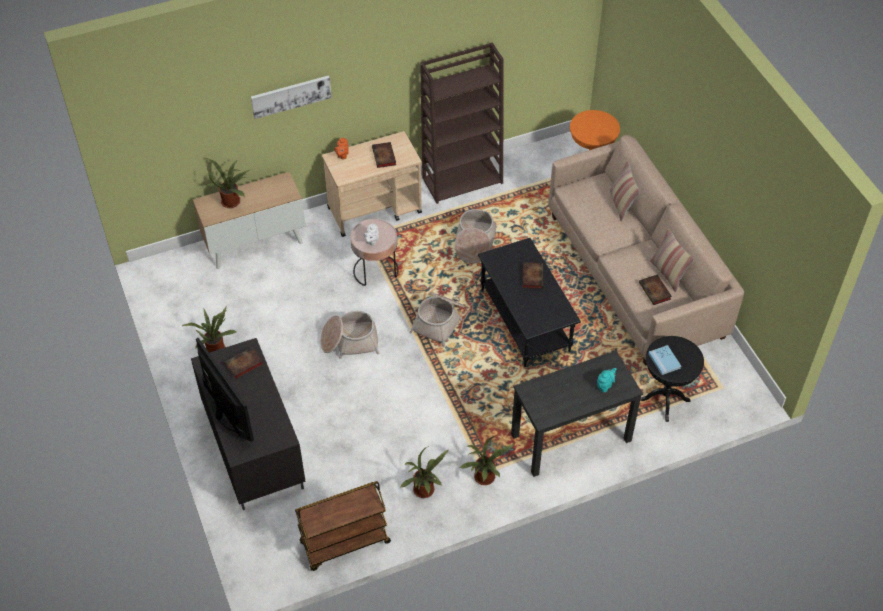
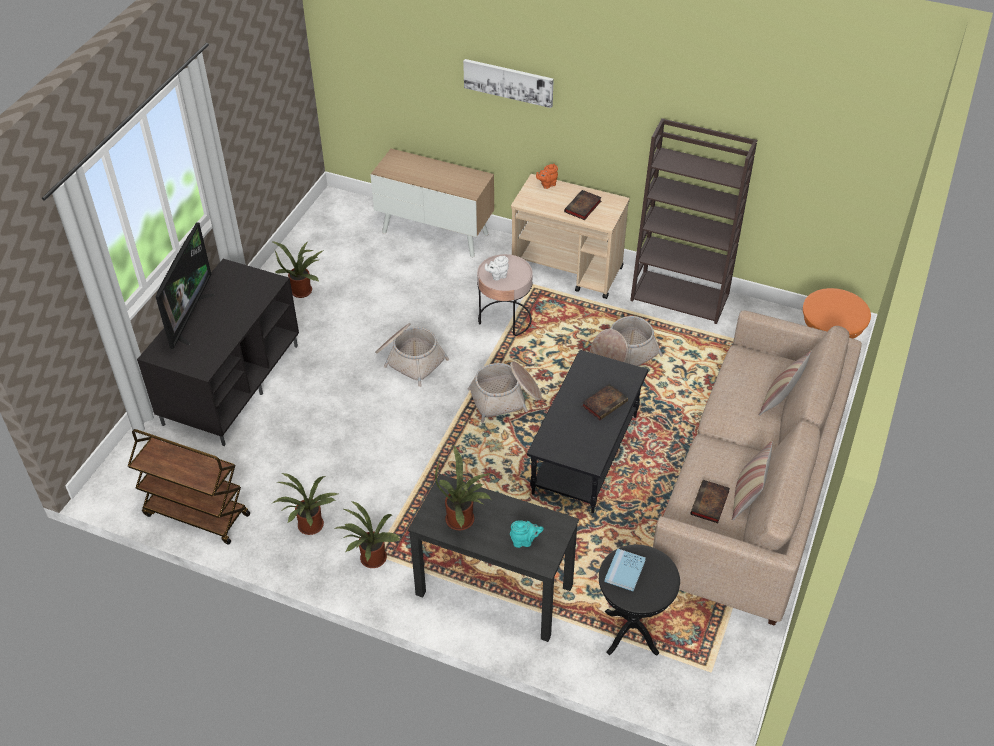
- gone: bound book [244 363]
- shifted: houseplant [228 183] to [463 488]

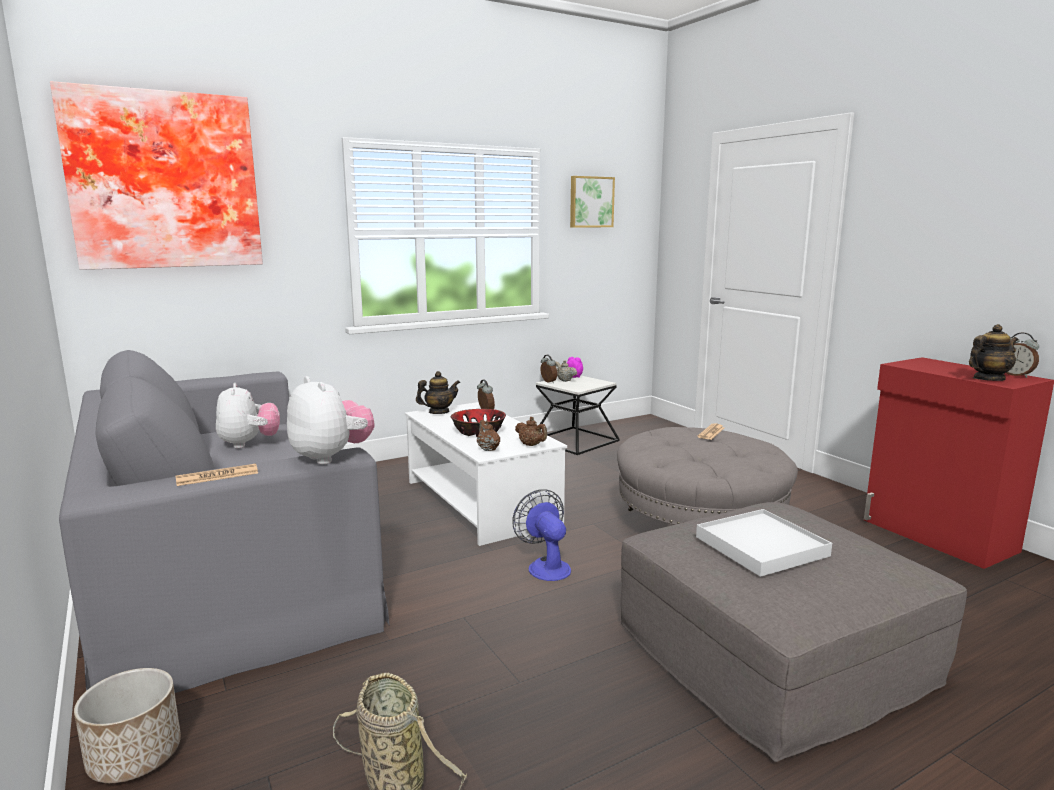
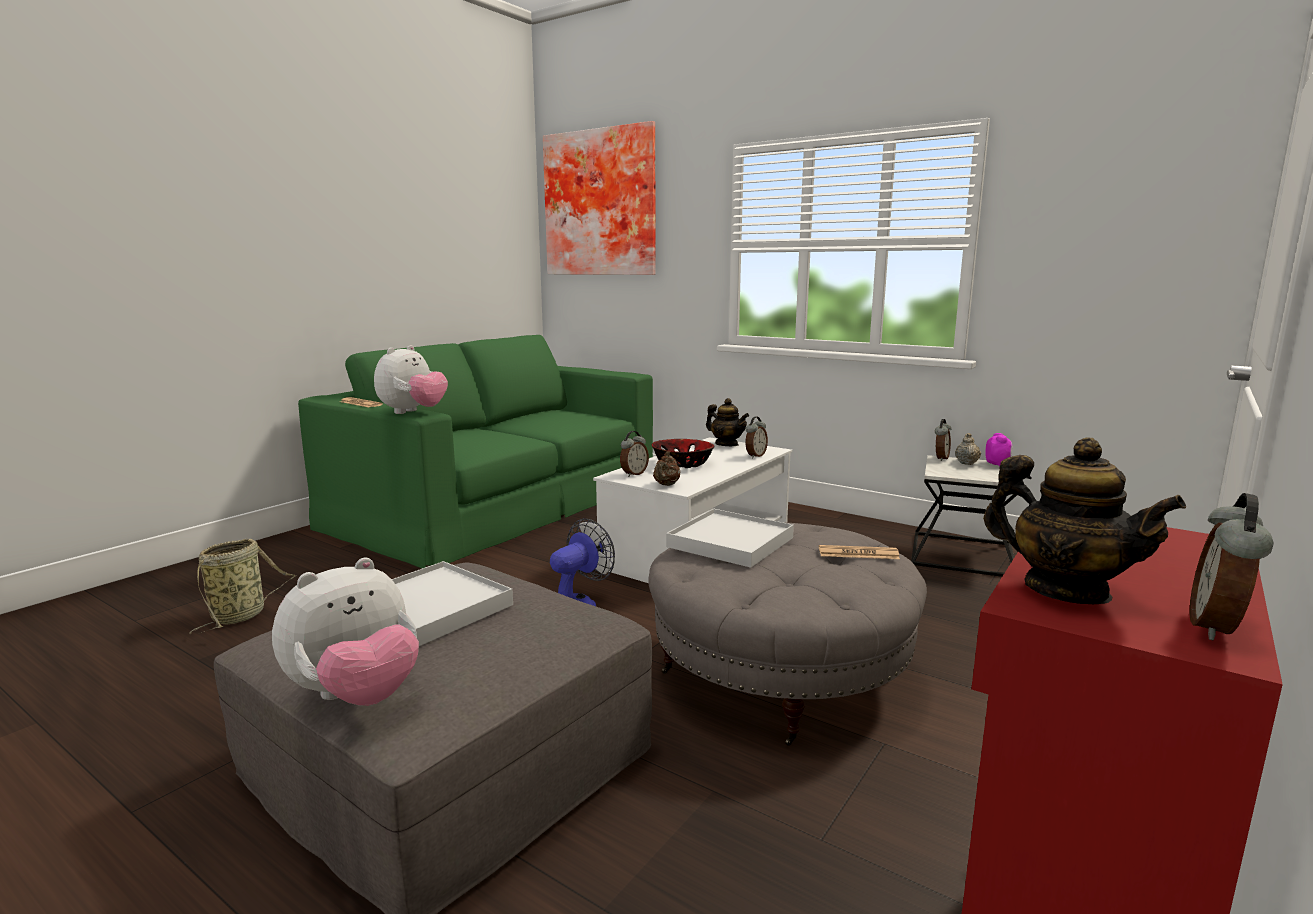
- gone: planter [127 725]
- gone: wall picture [592 202]
- new: whitish carrying tray [730 538]
- shifted: plush toy [248 415] to [345 632]
- swapped: brownish pot for tea [488 435] to bedside clock [634 454]
- repainted: gray settee [224 521] to greenish settee [475 451]

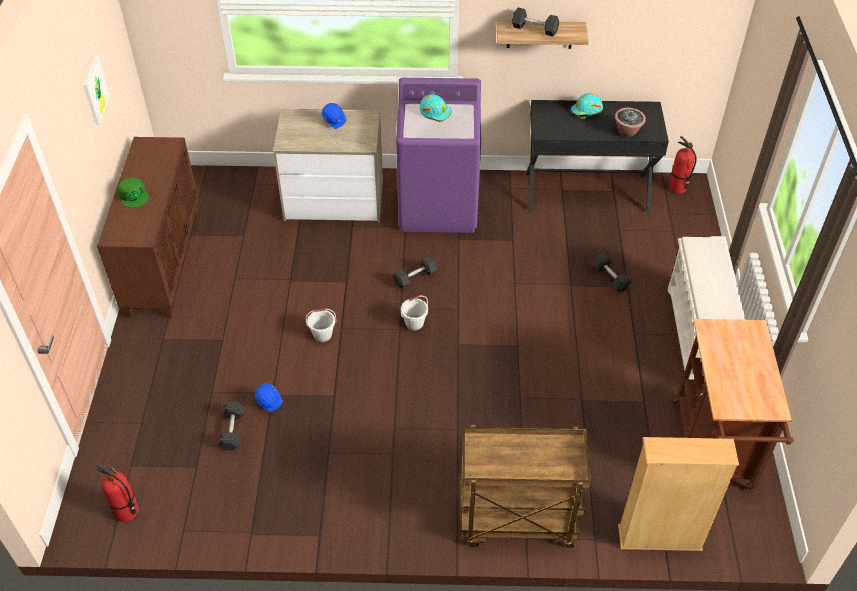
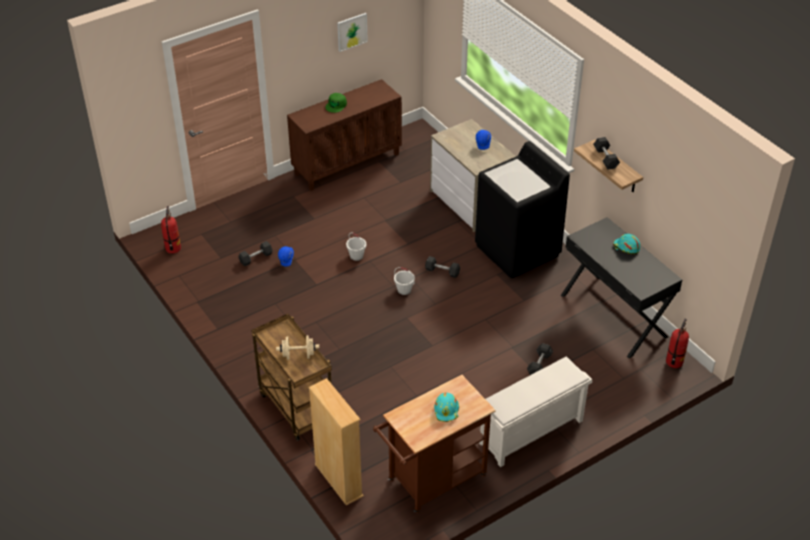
- gone: houseplant [630 122]
- new: sand-coloured free weight [297 347]
- shifted: blue-green work helmet [436 108] to [446 407]
- repainted: purple-coloured laundry appliance [438 155] to black laundry appliance [522 209]

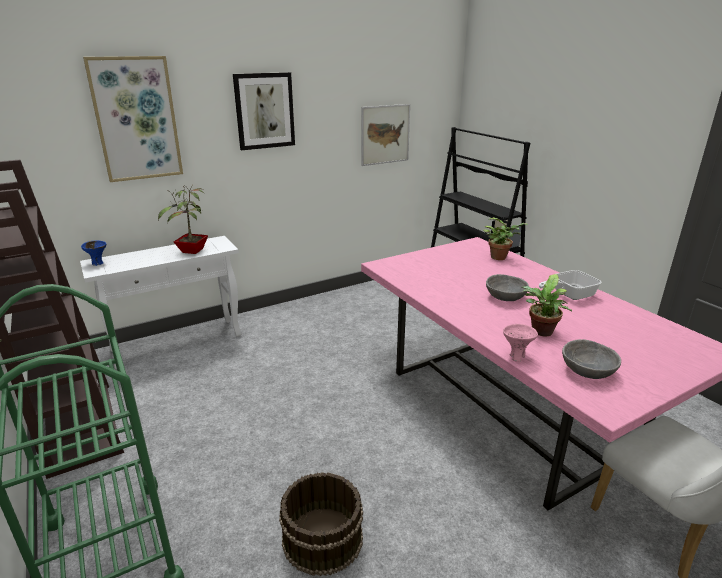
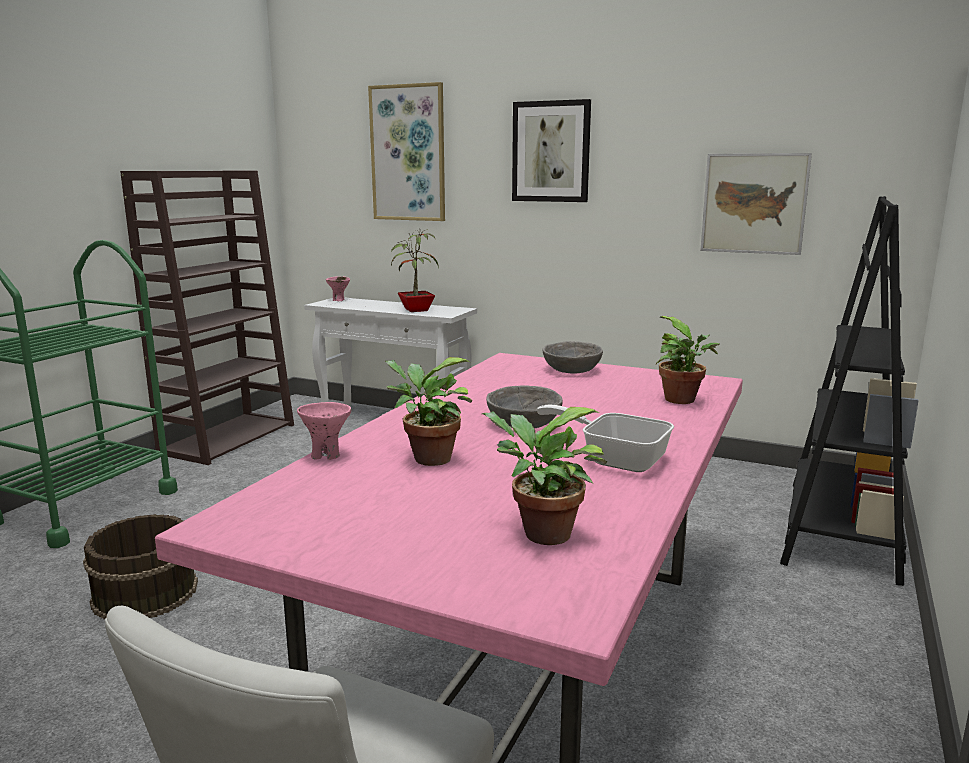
- new: houseplant [544 476]
- shifted: gray serving bowl [591 359] to [572 357]
- repainted: blue-coloured serving bowl [93 253] to pinkish serving bowl [338 288]

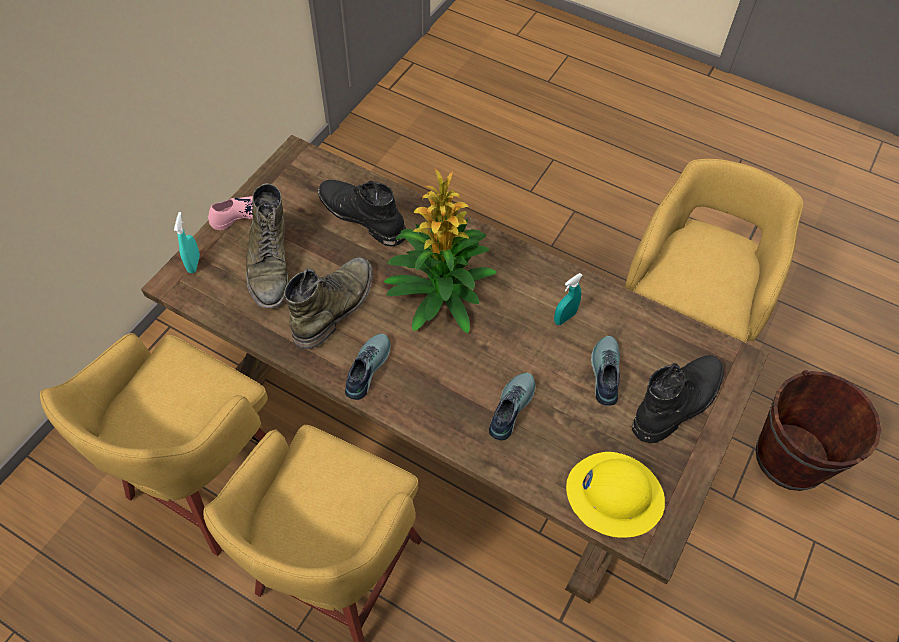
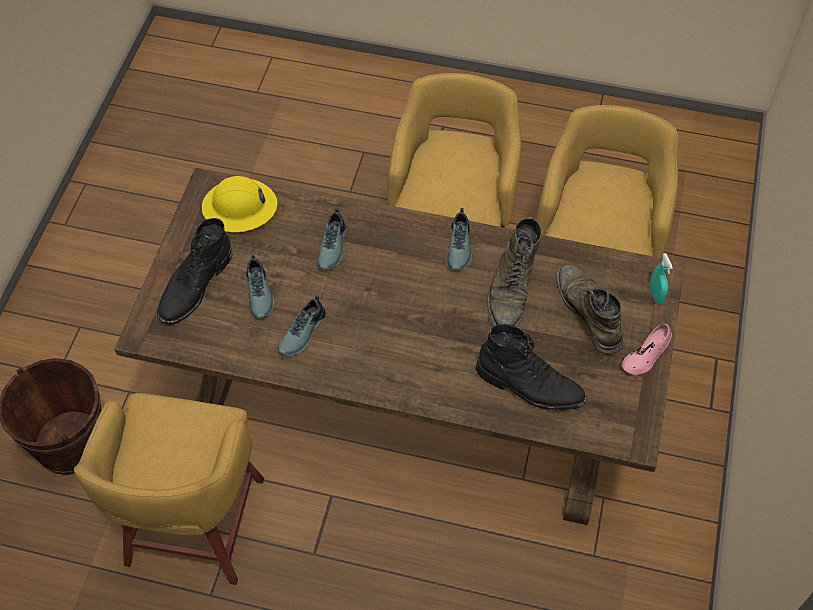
- gone: houseplant [440 250]
- swapped: blue-green hand sprayer [568 299] to item of footwear [301 325]

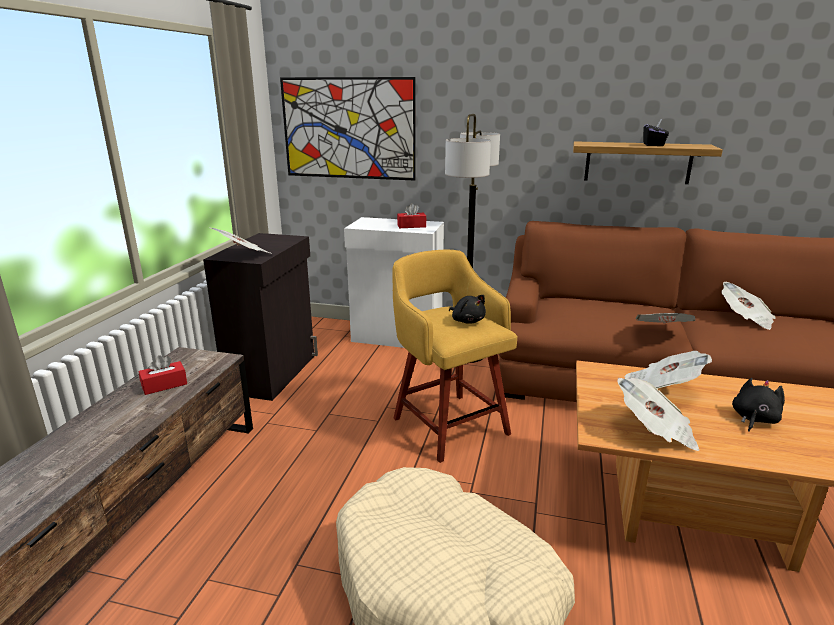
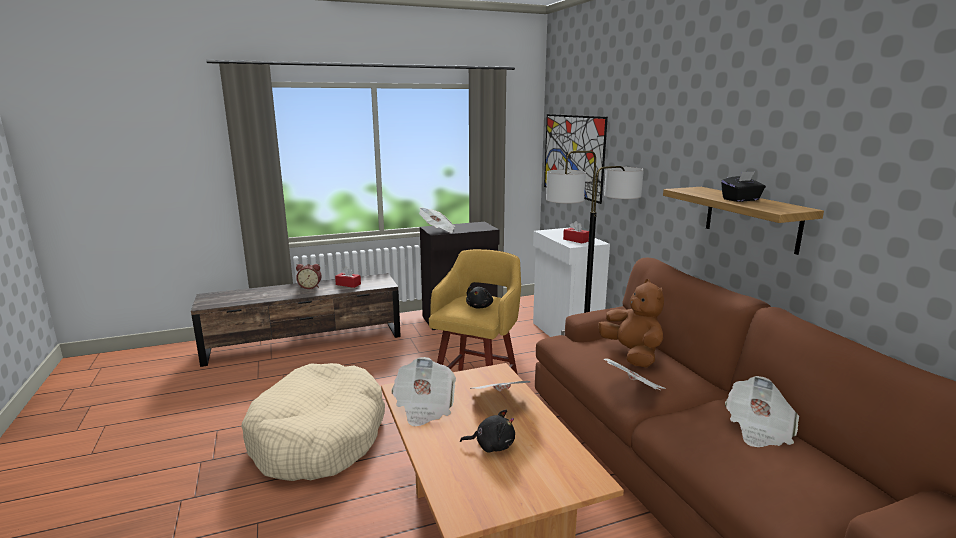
- new: bedside clock [309 276]
- new: brownish plush toy [631 323]

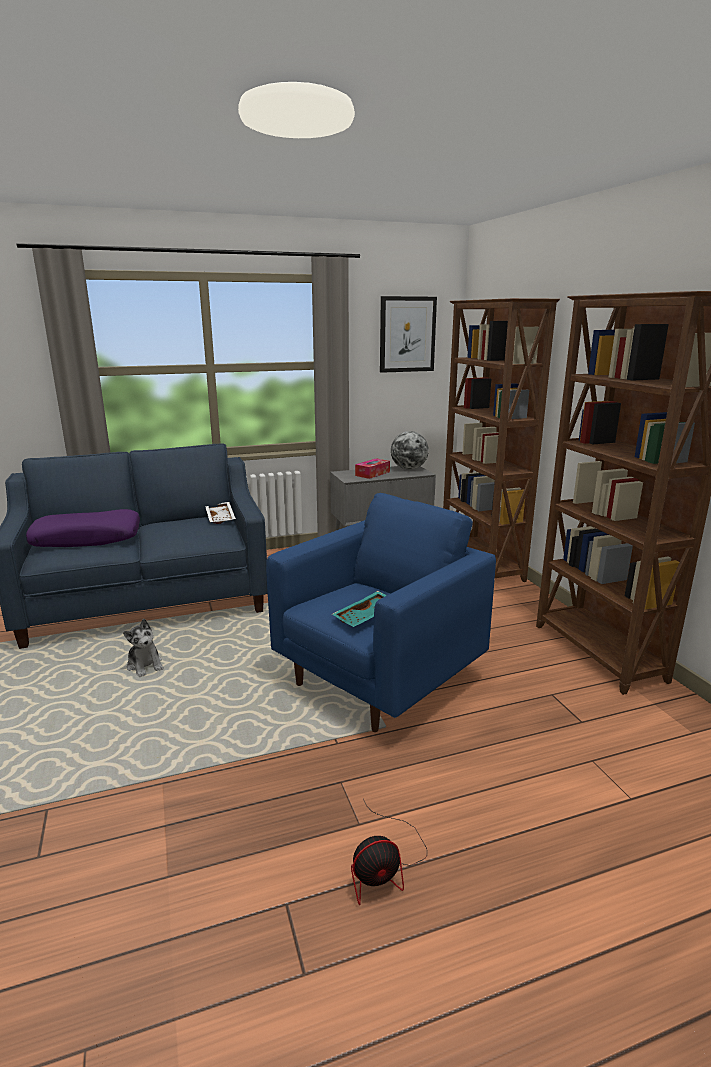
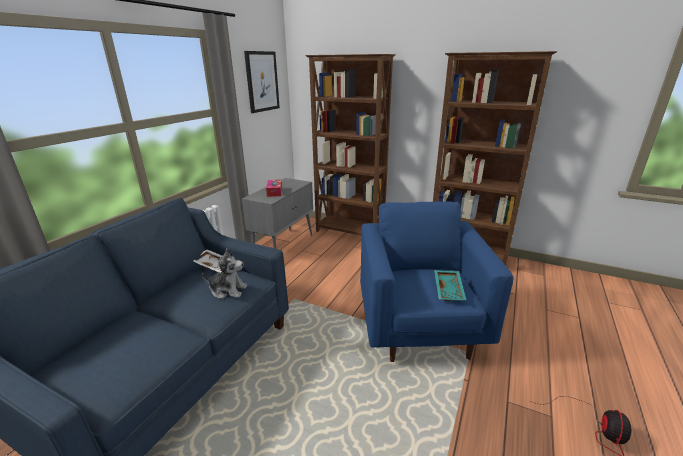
- gone: purple-coloured throw pillow [83 528]
- gone: globe [410 450]
- shifted: plush toy [143 648] to [224 274]

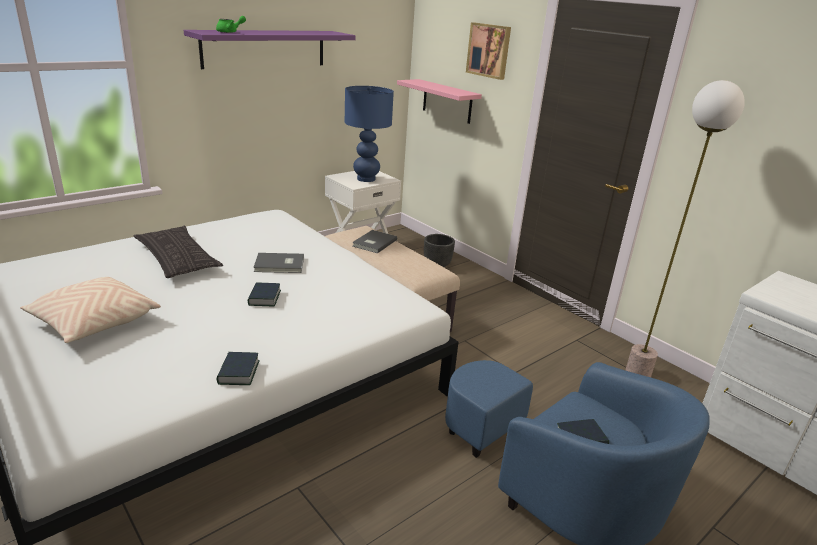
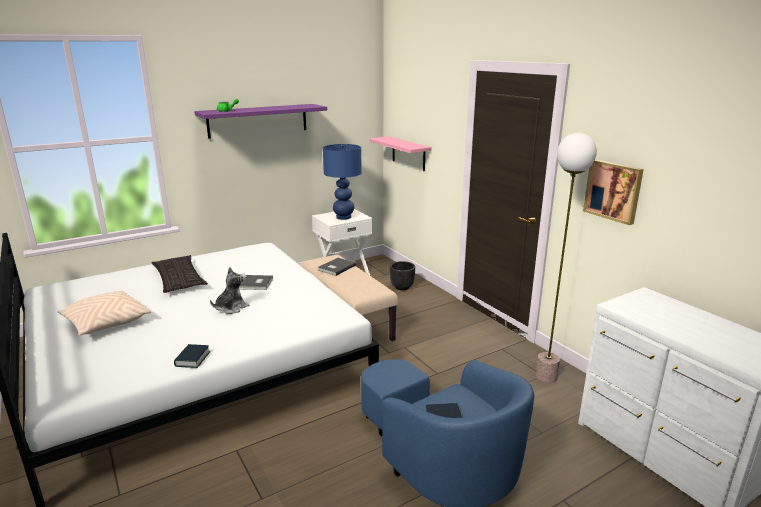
- shifted: wall picture [488 51] to [613 192]
- swapped: bound book [264 294] to plush toy [229 290]

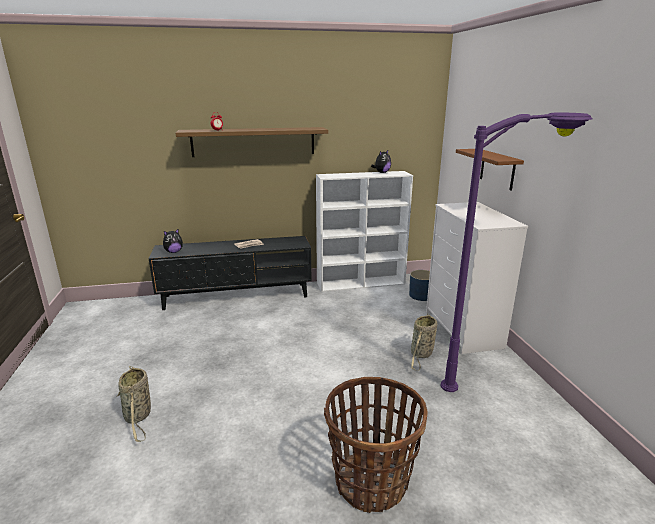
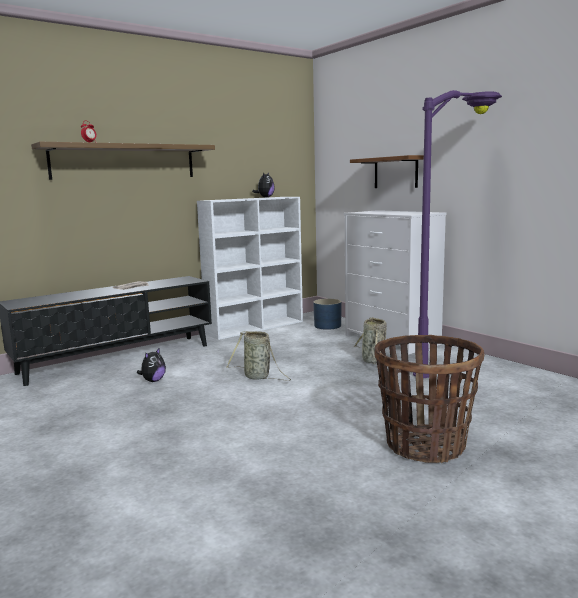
- shifted: basket [133 404] to [258 356]
- shifted: plush toy [173 241] to [151 364]

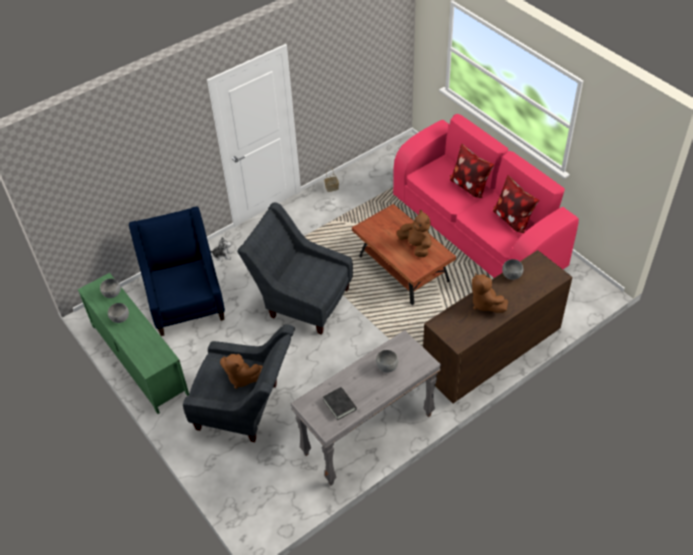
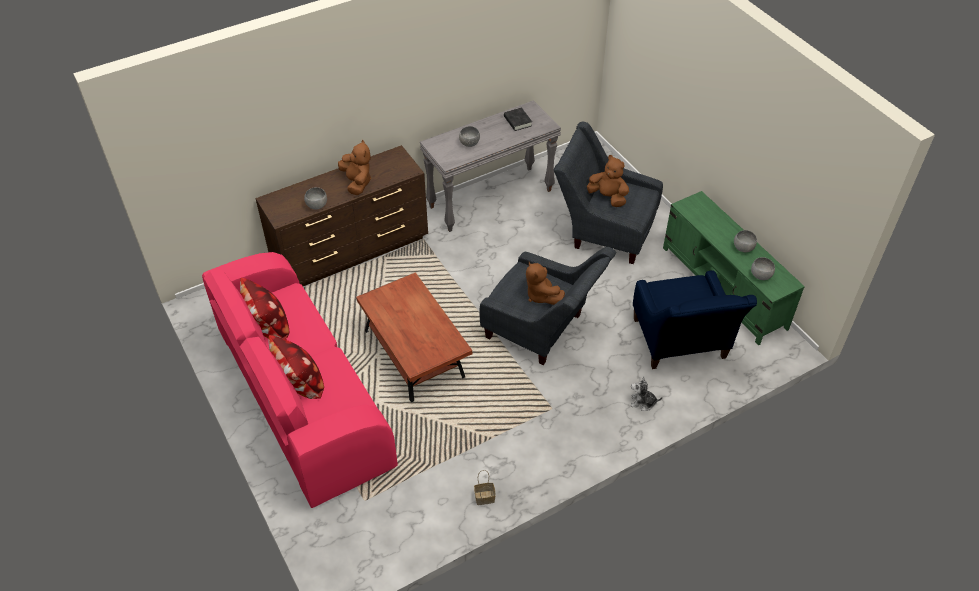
- shifted: brownish plush toy [414 233] to [545 283]

